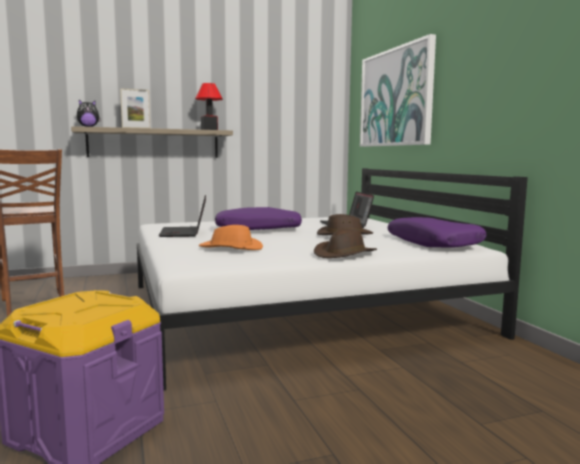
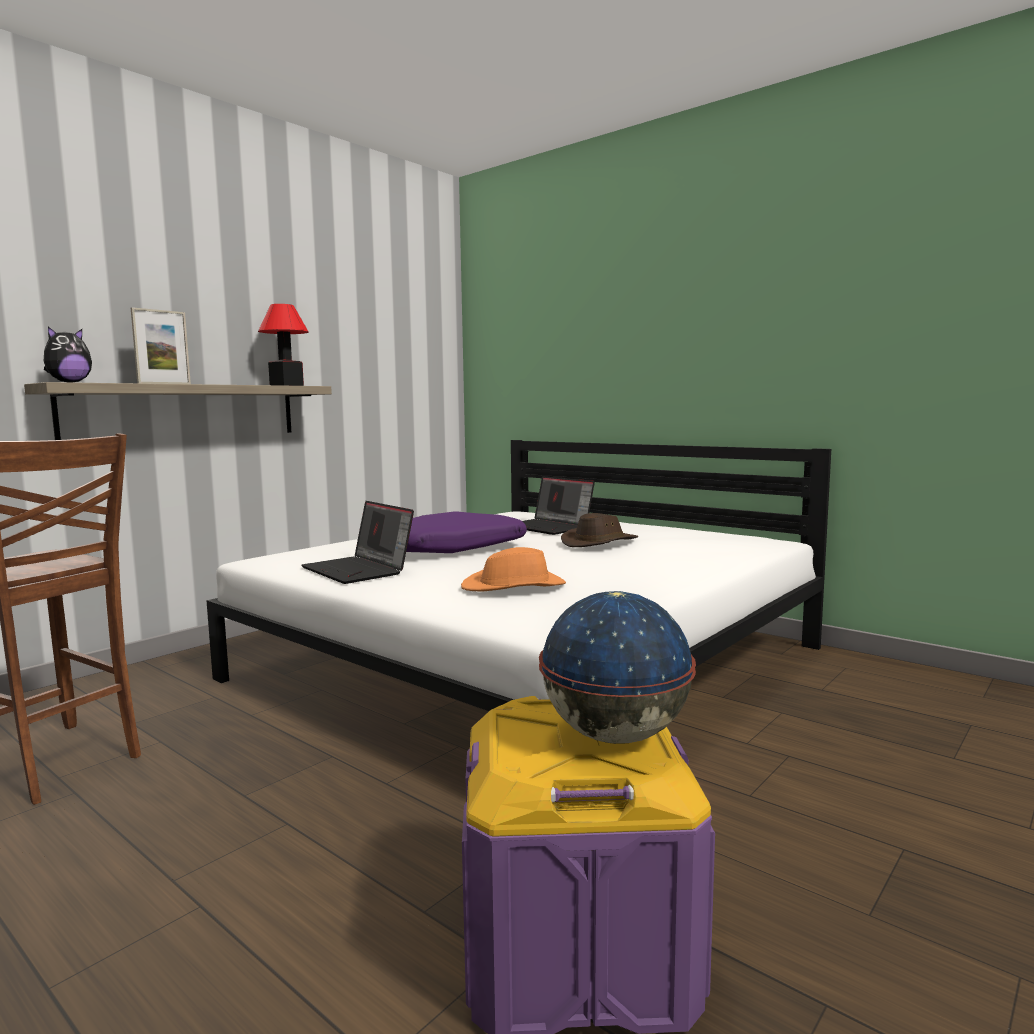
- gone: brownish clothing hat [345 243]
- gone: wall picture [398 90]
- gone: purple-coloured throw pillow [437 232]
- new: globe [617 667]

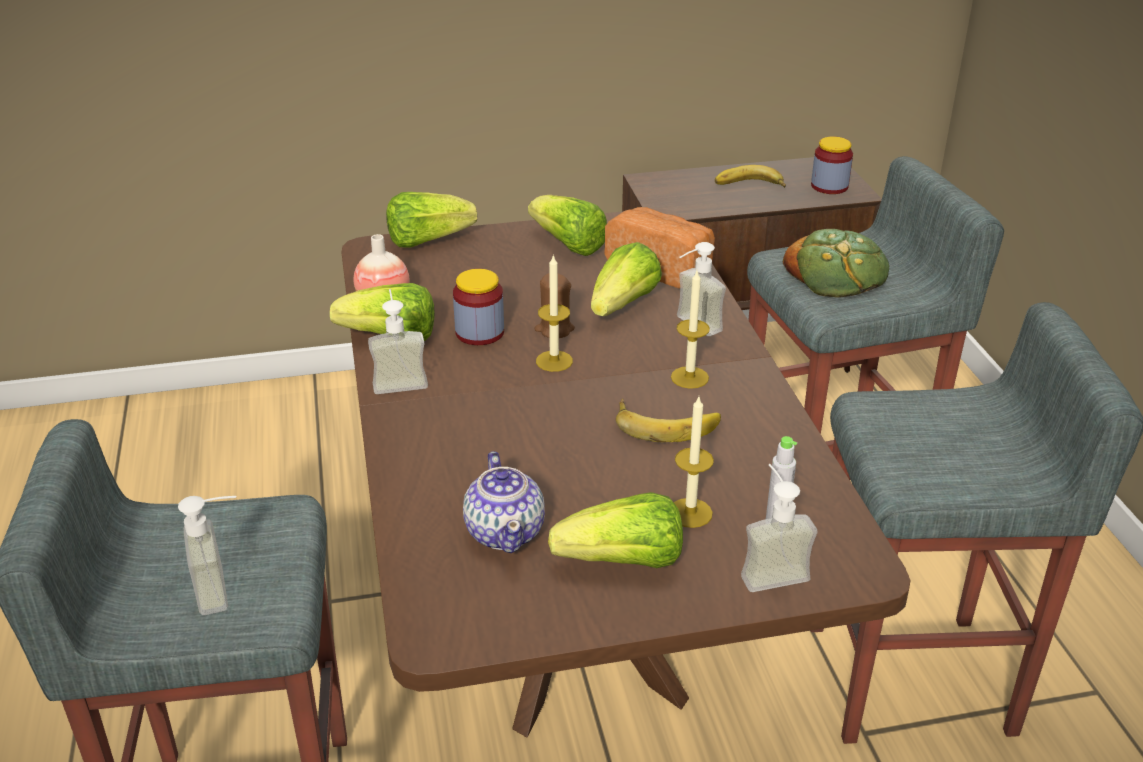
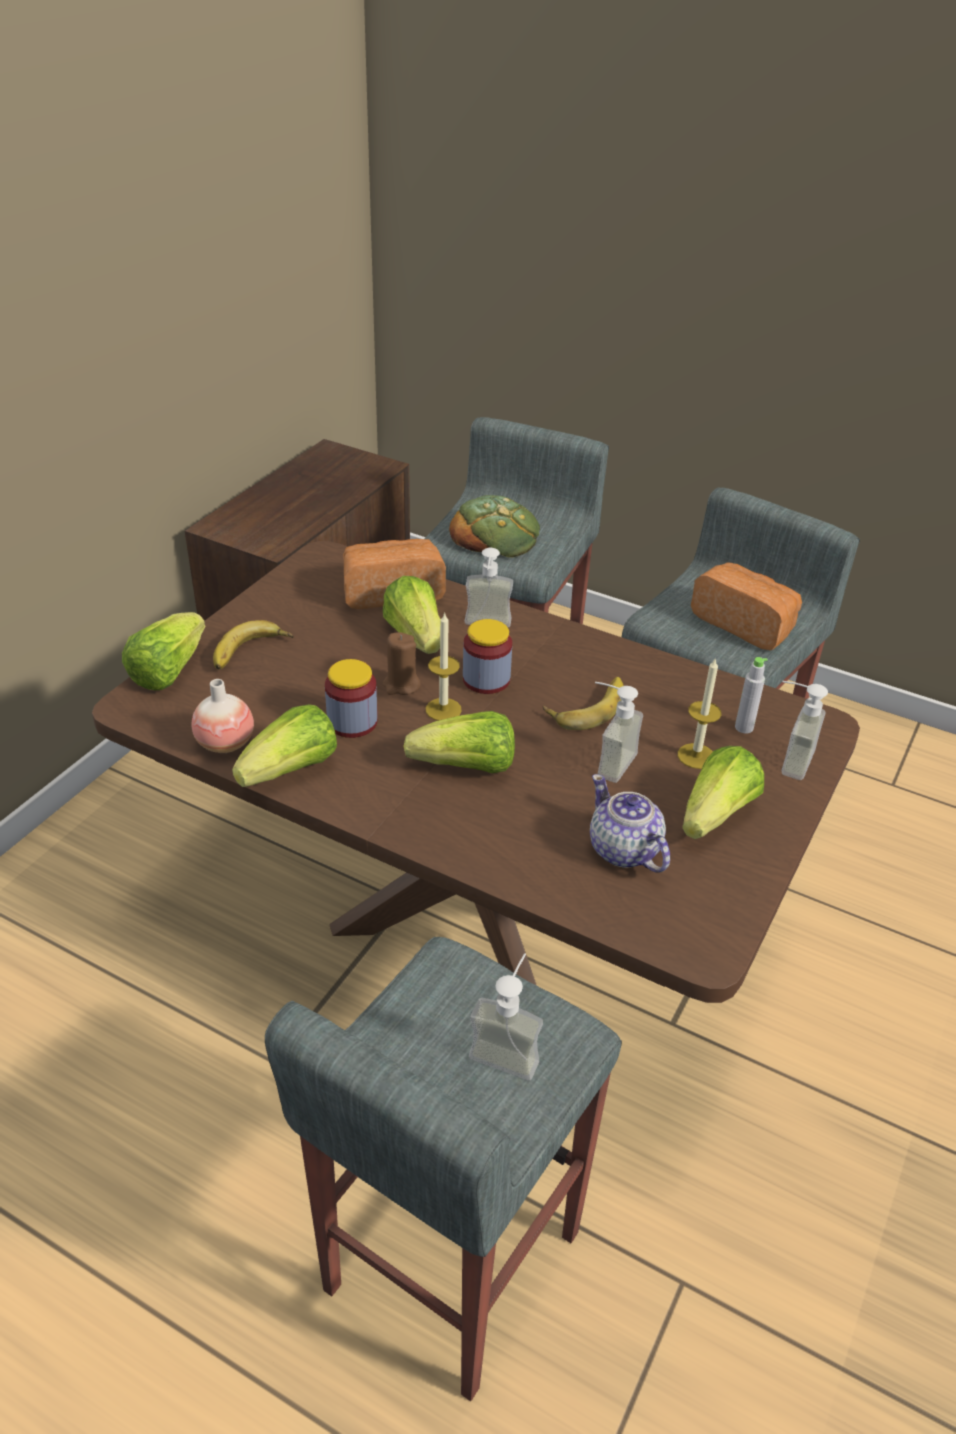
- gone: wax candle [690 330]
- new: bakery bread [746 606]
- shifted: soap dispenser [398 341] to [619 732]
- shifted: head of lettuce [567 225] to [459 742]
- shifted: banana [750 176] to [253 644]
- shifted: storage jar [832 165] to [487 656]
- rotated: pot for tea [504 502] = [630 823] 150 degrees counterclockwise

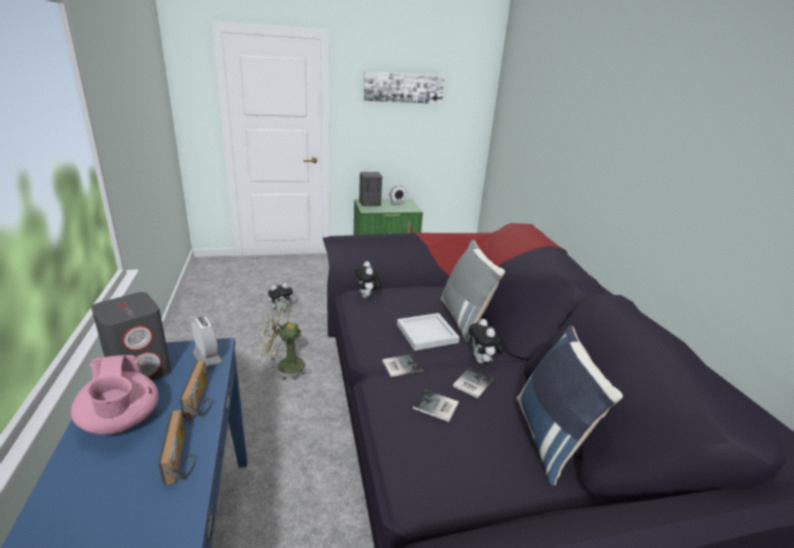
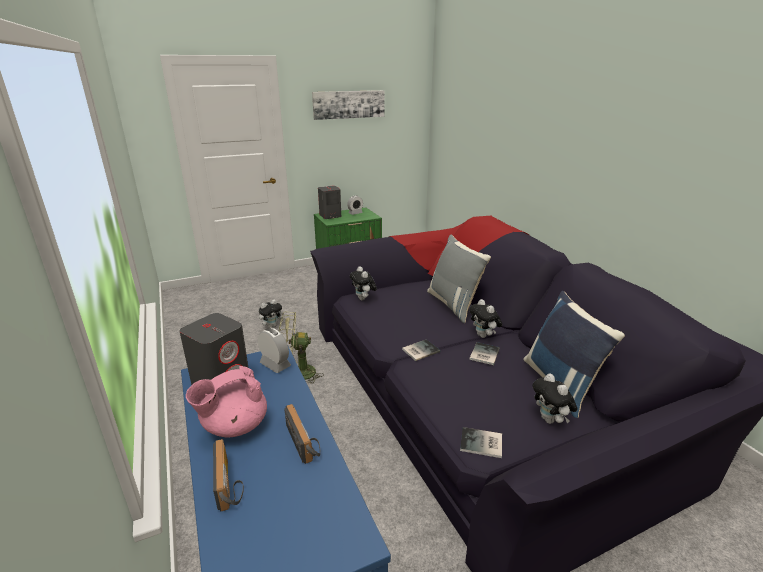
- gone: whitish carrying tray [428 332]
- new: plush toy [555 398]
- shifted: radio receiver [196 390] to [228 475]
- shifted: bound book [436 405] to [481 442]
- rotated: pinkish pot for tea [115 395] = [226 401] 90 degrees clockwise

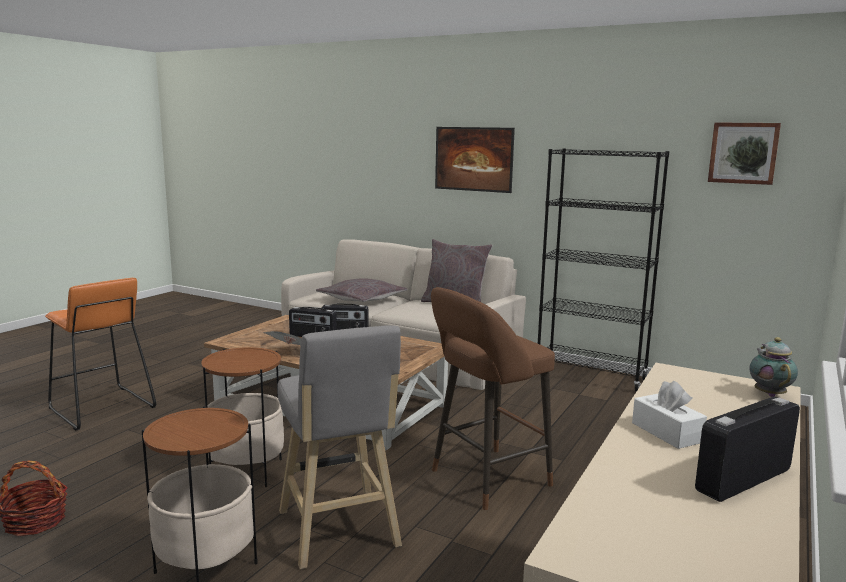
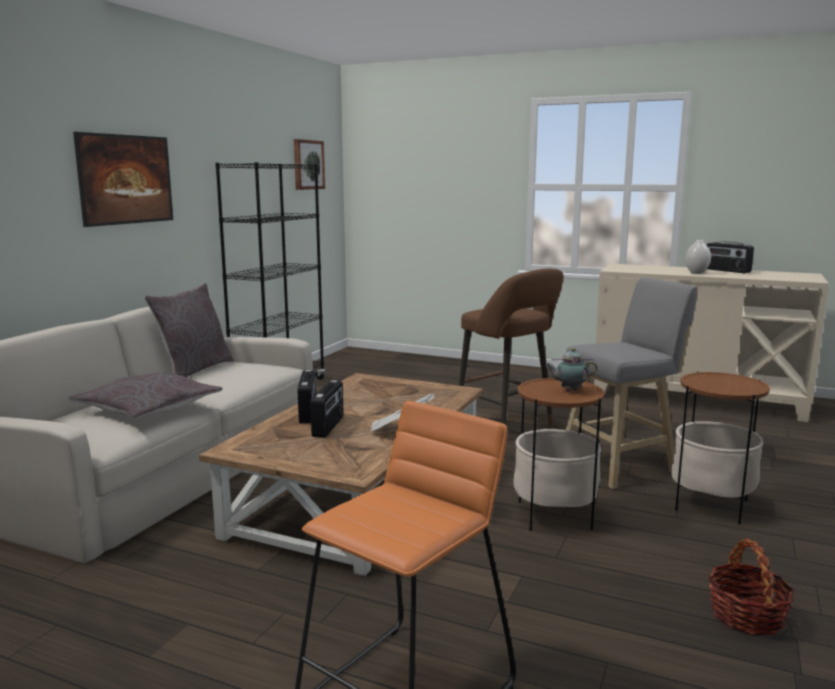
- shifted: pot for tea [773 367] to [571 369]
- swapped: whitish box of tissues [669 415] to whitish flower vase [698 257]

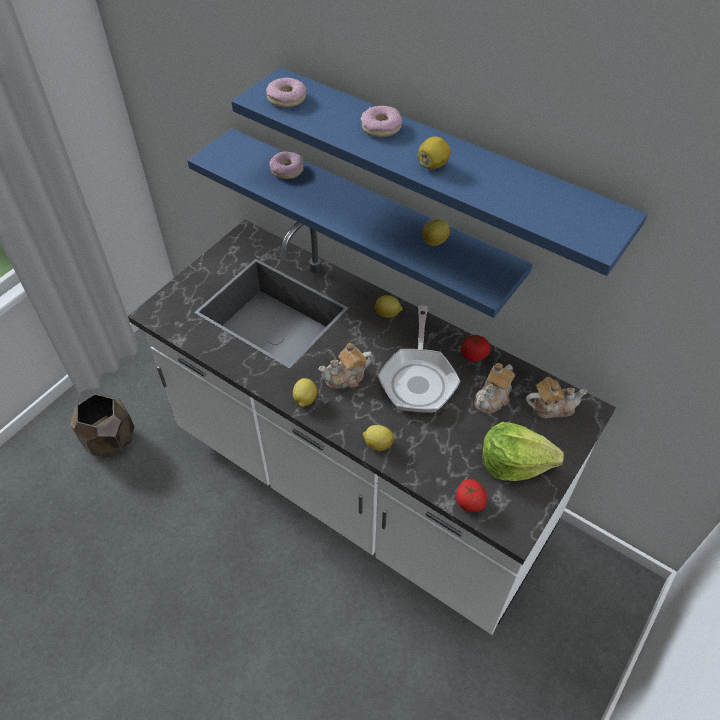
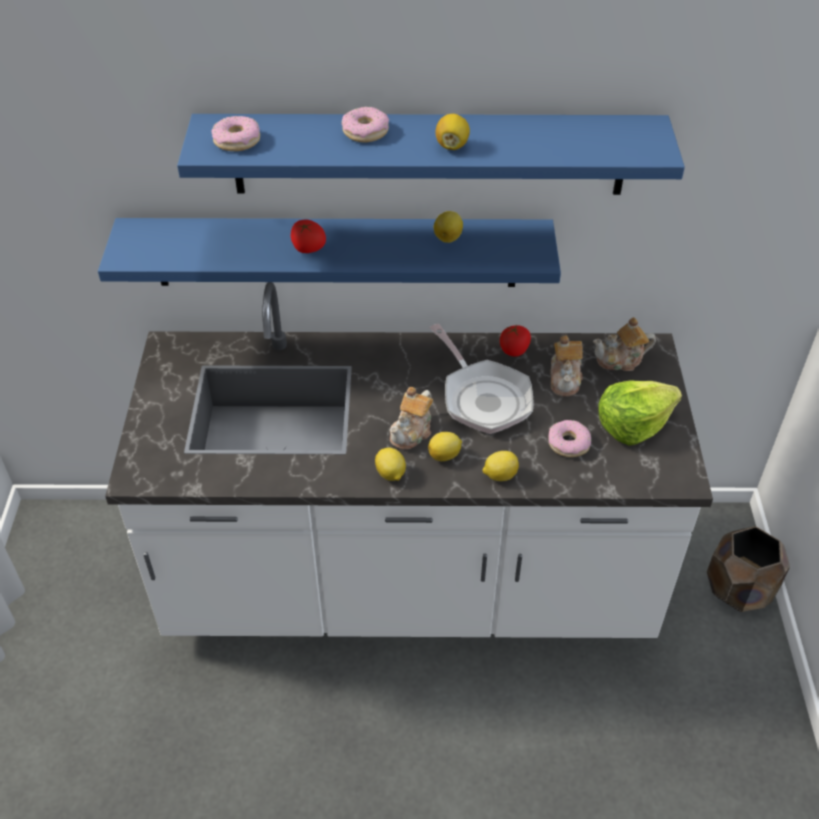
- shifted: brownish planter [103 425] to [748 569]
- shifted: doughnut [286 165] to [569 438]
- shifted: whole lemon [388 306] to [445 446]
- shifted: tomato [471 495] to [308 236]
- rotated: pot for tea [556 397] = [624 344] 150 degrees counterclockwise

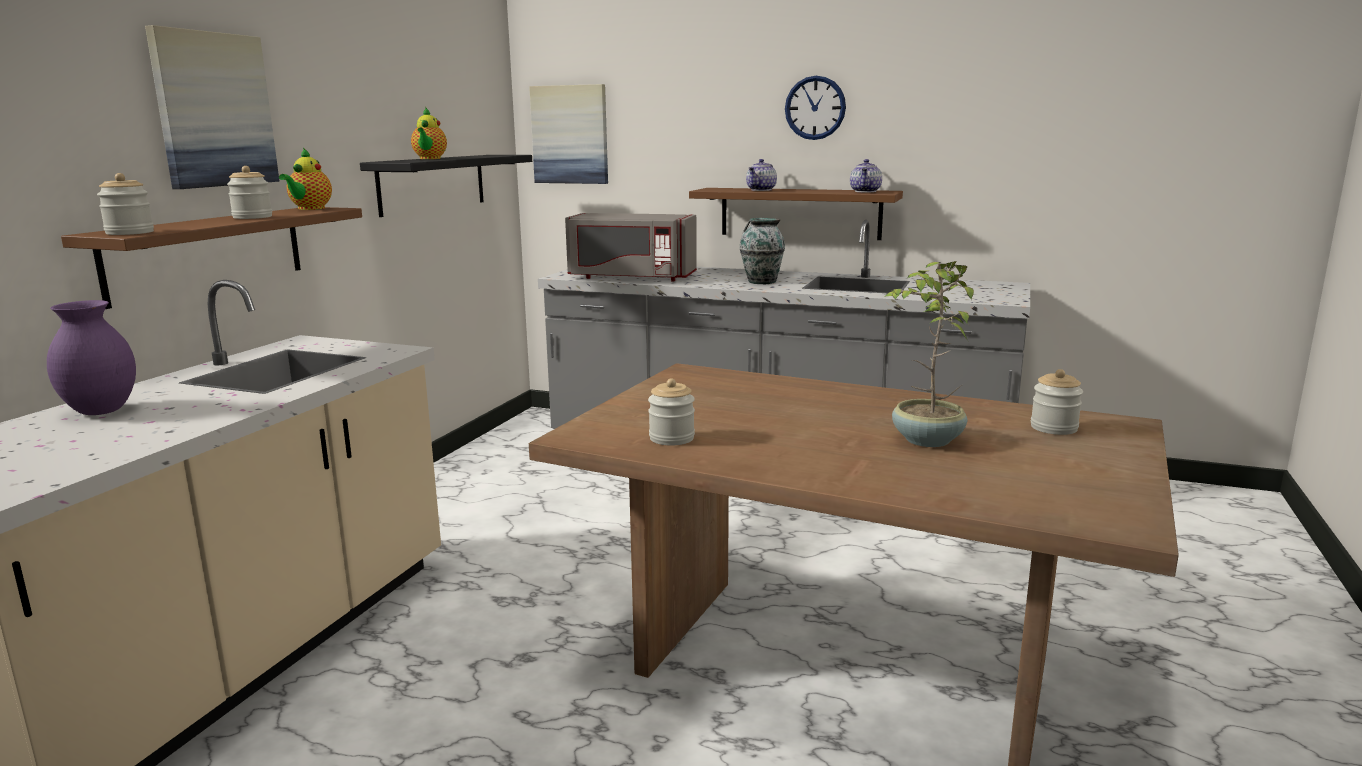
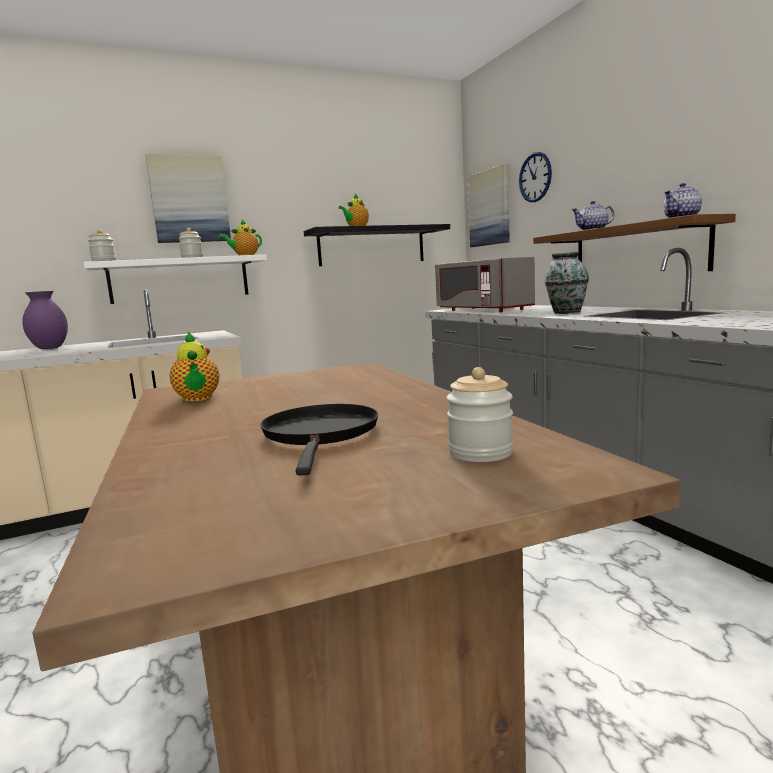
- shifted: wall clock [815 108] to [535 177]
- swapped: storage jar [671 411] to pot for tea [195 366]
- swapped: houseplant [929 354] to black skillet [319 440]
- repainted: brownish wall shelf [211 258] to whitish wall shelf [175 279]

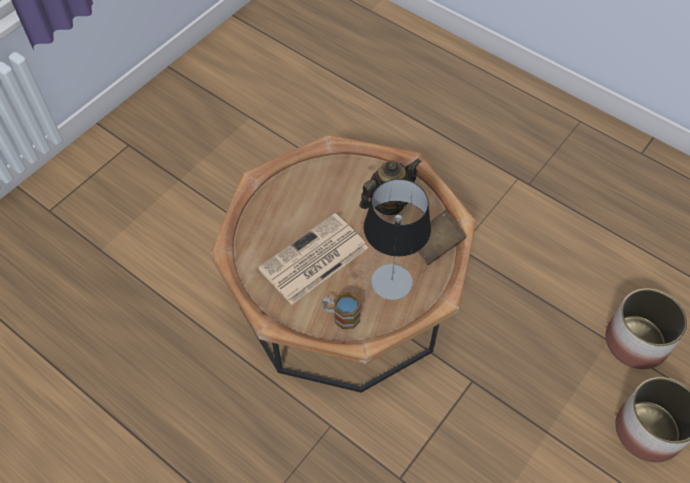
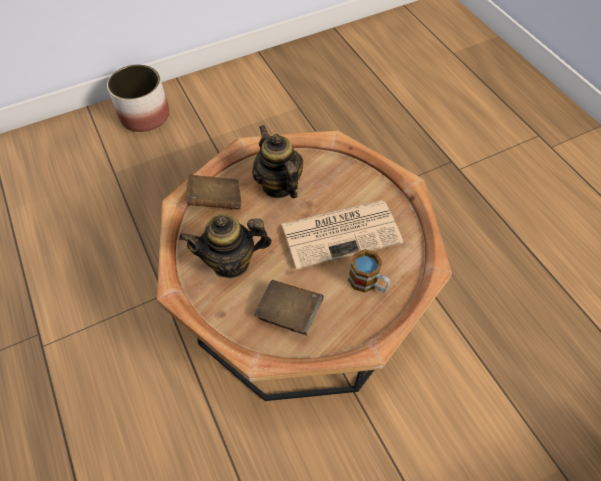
- gone: planter [646 329]
- new: brownish bound book [289 308]
- shifted: tea mug [341 311] to [369 271]
- swapped: tabletop lamp [397 239] to pot for tea [277 161]

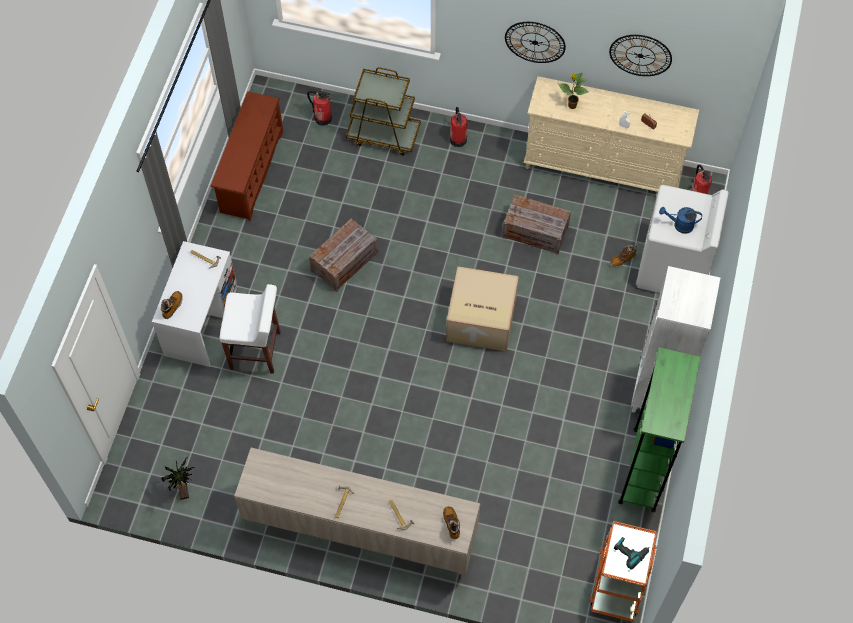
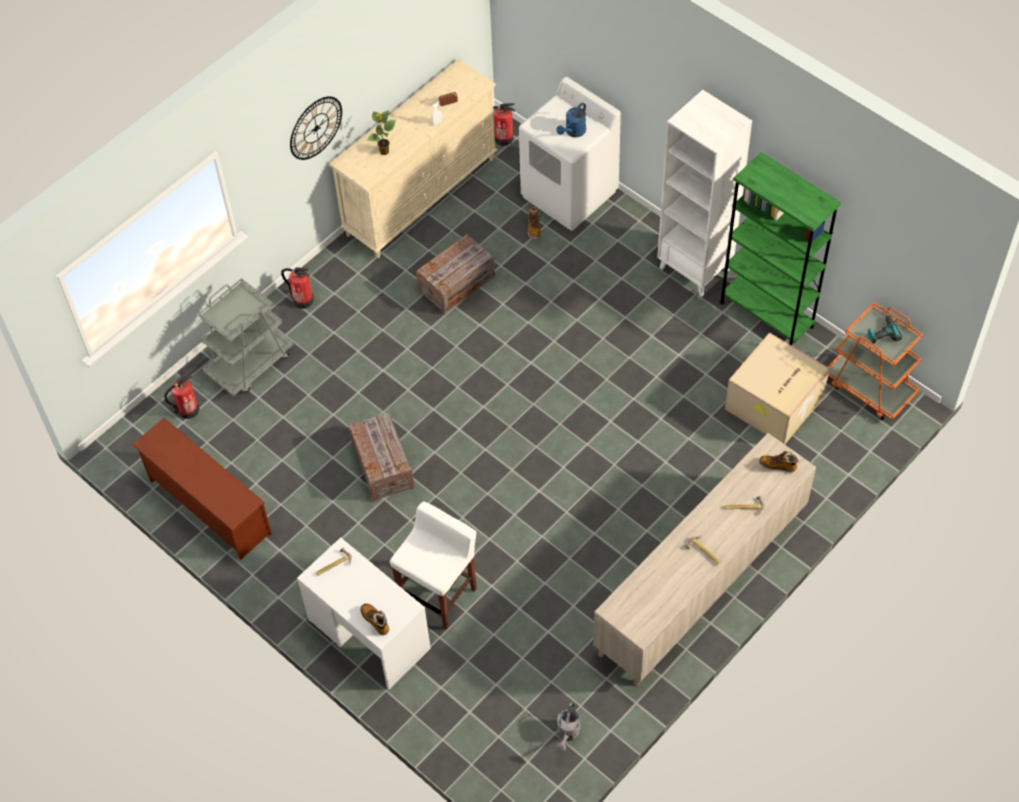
- gone: wall clock [640 55]
- shifted: cardboard box [482 309] to [777 388]
- swapped: houseplant [178 478] to gray sprinkling can [568 727]
- repainted: brownish cart [383 111] to gray cart [246 337]

